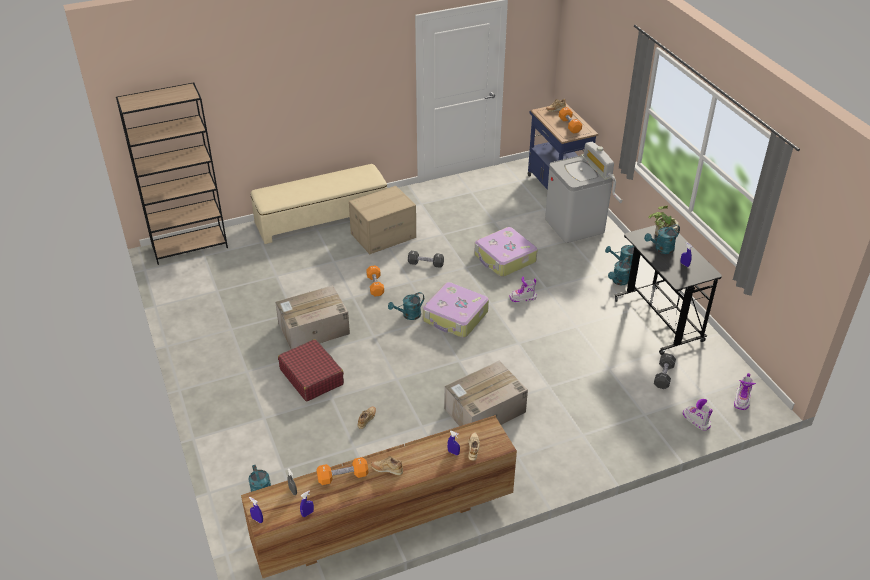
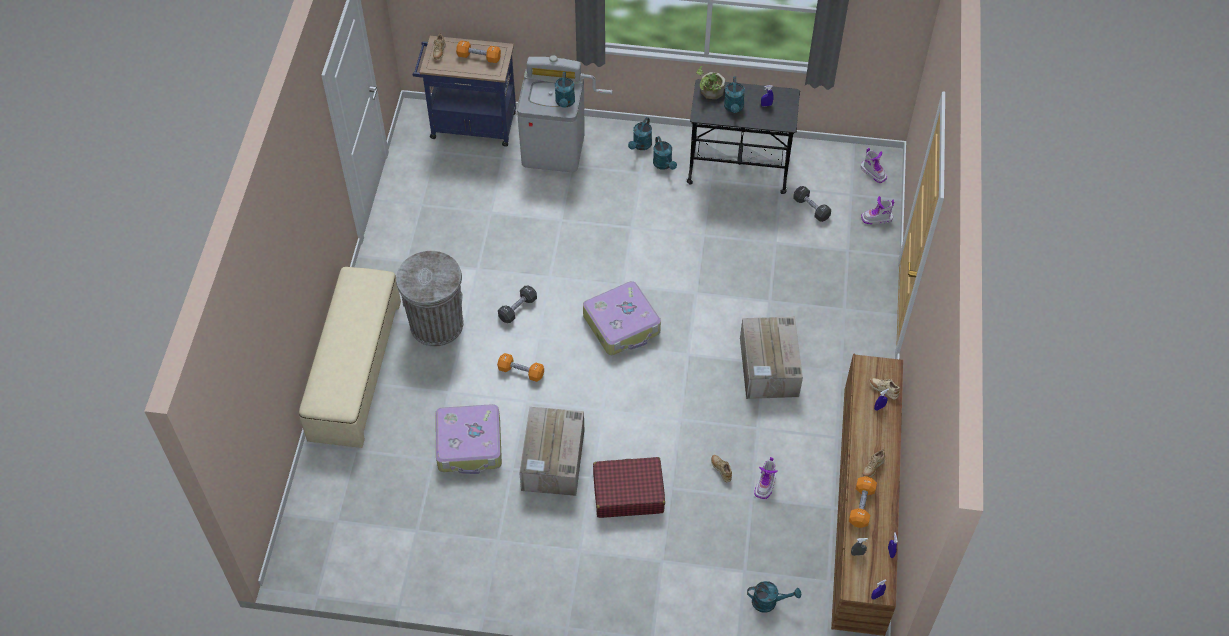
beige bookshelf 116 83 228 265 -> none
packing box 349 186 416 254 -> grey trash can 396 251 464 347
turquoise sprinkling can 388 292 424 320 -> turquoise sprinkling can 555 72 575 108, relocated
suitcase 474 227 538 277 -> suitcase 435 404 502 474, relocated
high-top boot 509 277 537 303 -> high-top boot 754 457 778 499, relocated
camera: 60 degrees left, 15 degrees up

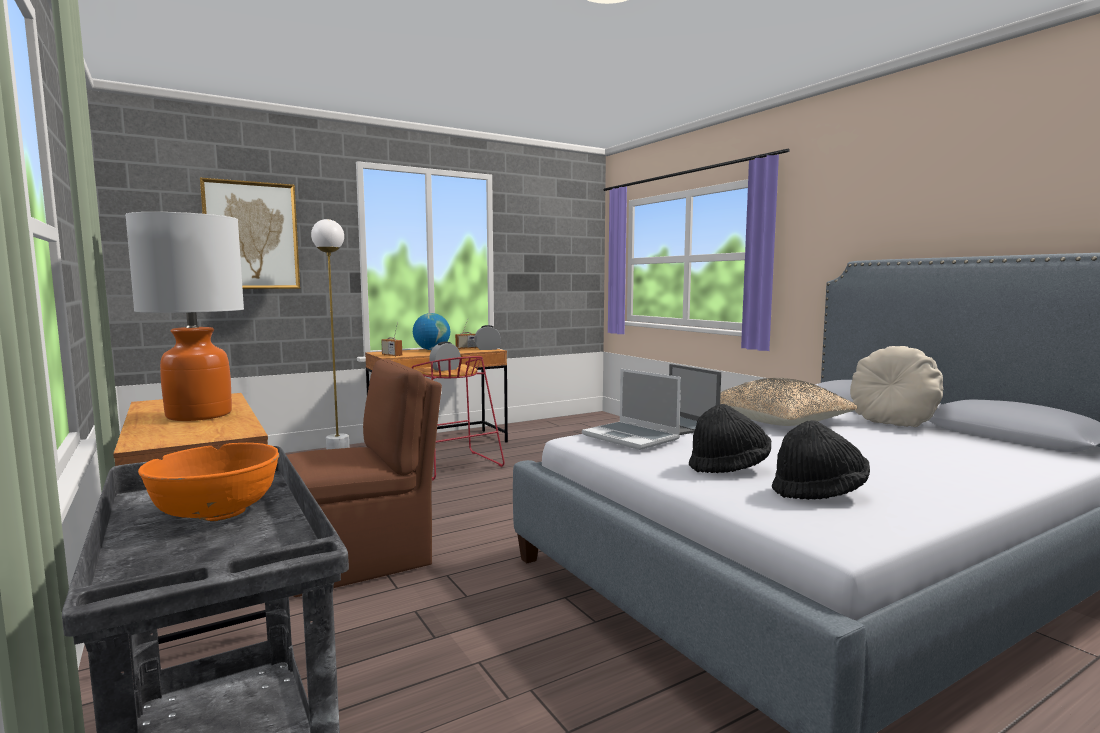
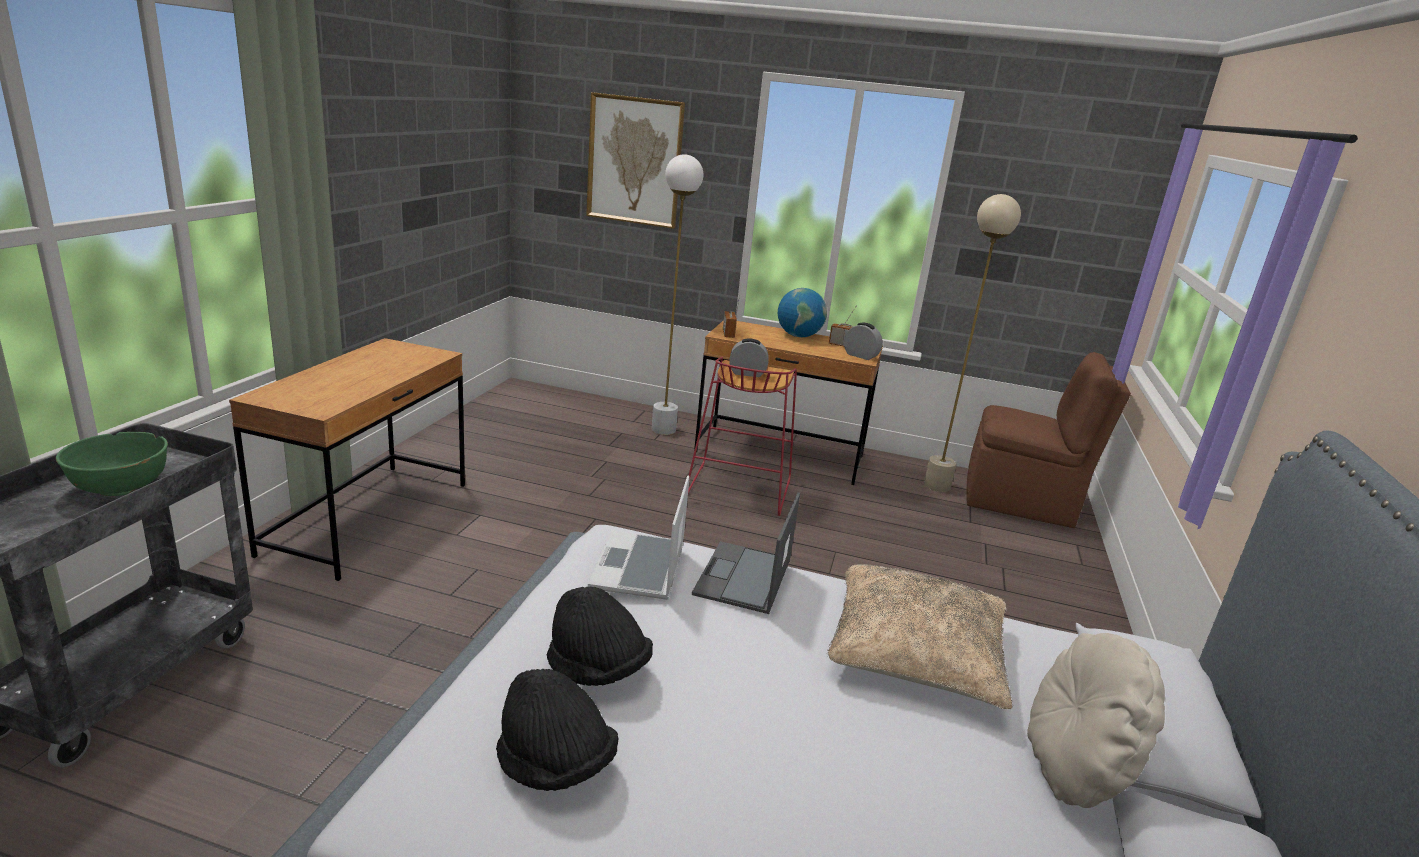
lamp for a table 125 212 244 421 -> none
orange serving bowl 138 443 279 522 -> green serving bowl 56 432 168 496
brown plain chair 286 359 442 597 -> brown plain chair 966 352 1131 528, relocated
none -> beige standard lamp 924 194 1021 492
camera: 45 degrees right, 15 degrees up

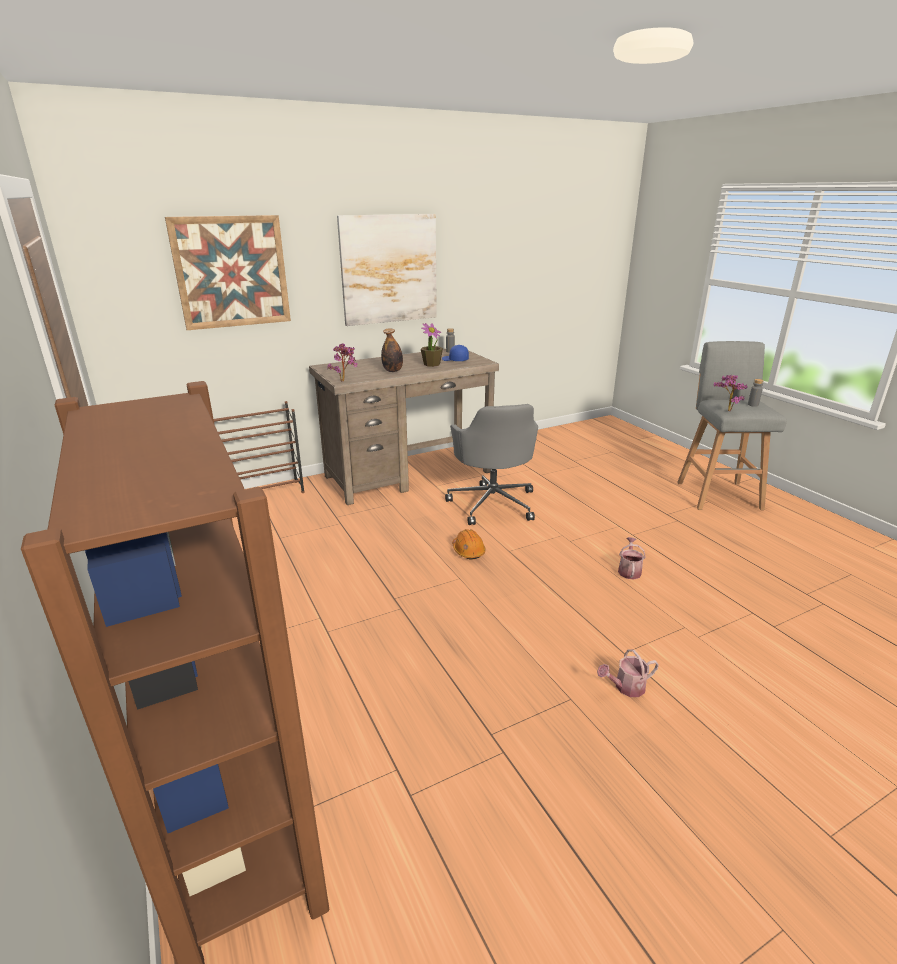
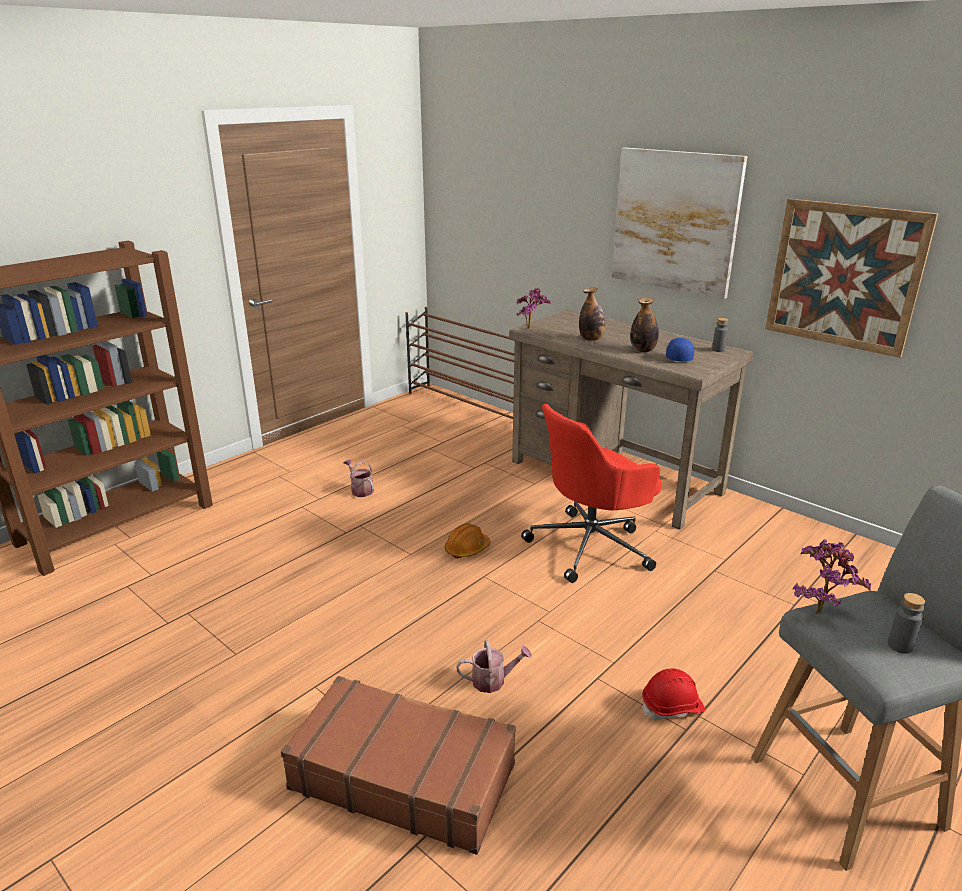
picture 165 215 291 330 -> picture 765 198 938 358, relocated
houseplant 421 323 443 367 -> bottle 630 297 659 352
grey desk chair 445 404 538 525 -> red desk chair 521 404 662 583
sprinkling can 597 649 659 697 -> sprinkling can 344 459 374 497, relocated
none -> brown suitcase 281 676 516 855
none -> red hard hat 642 668 705 720
camera: 70 degrees right, 0 degrees up

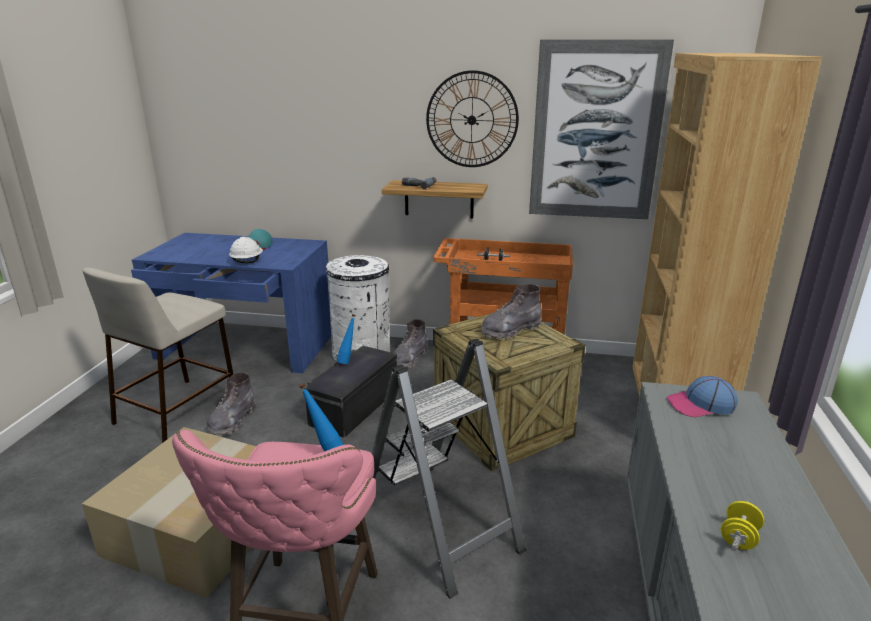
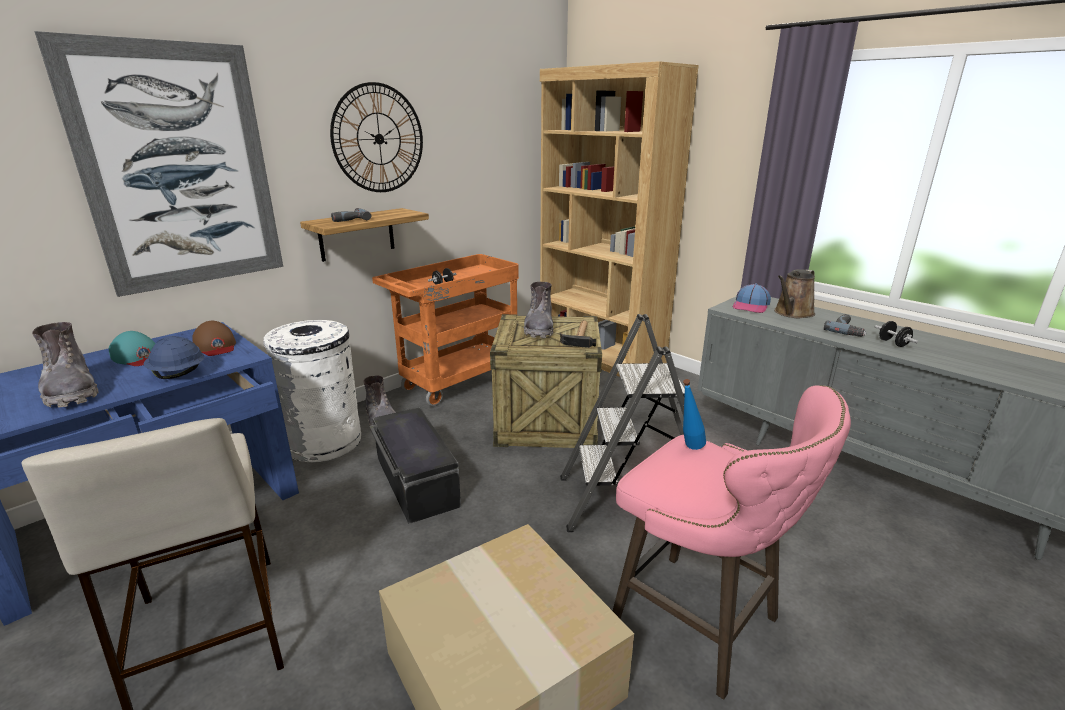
grey high-top boot 207 373 256 437 -> grey high-top boot 32 322 98 408, relocated
white hard hat 229 237 263 263 -> bluish hard hat 144 336 204 379
bluish bottle 337 314 355 364 -> none
picture 529 39 674 219 -> picture 35 31 283 297, relocated
yellow hand weight 721 501 764 550 -> black-coloured hand weight 875 321 918 347
none -> brown peaked cap 192 321 236 356
none -> hand hammer 560 320 596 348
none -> brown sprinkling can 774 269 815 318
none -> drill 824 314 867 337
camera: 55 degrees left, 0 degrees up

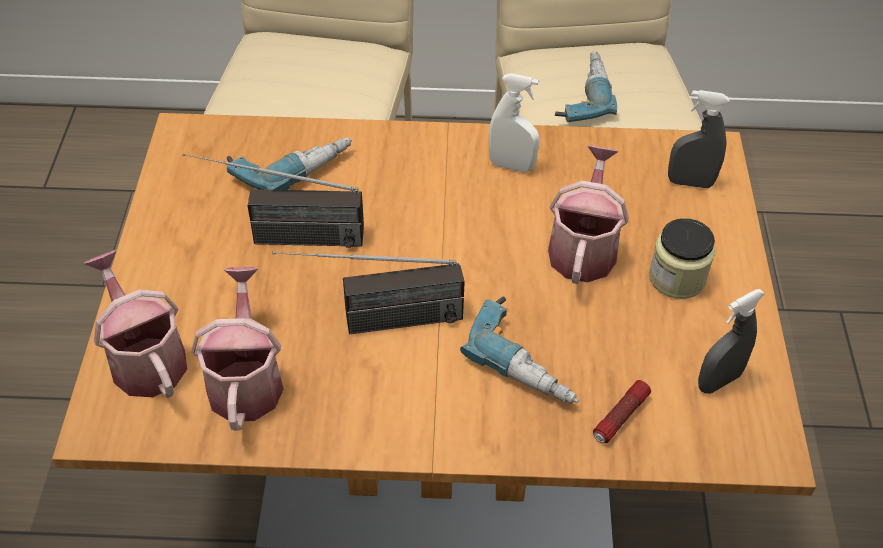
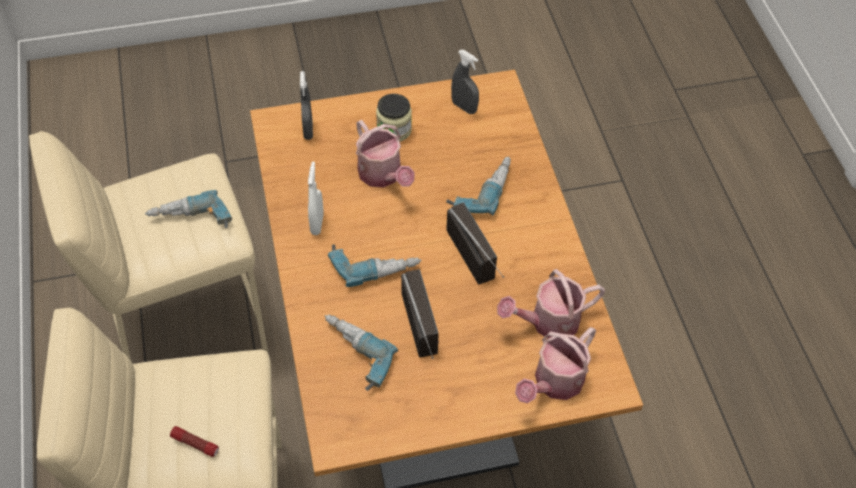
sprinkling can 548 145 629 284 -> sprinkling can 356 120 415 188, 120 degrees counterclockwise
flashlight 593 380 651 443 -> flashlight 170 426 219 457, relocated
none -> drill 328 245 422 287
camera: 105 degrees left, 5 degrees up

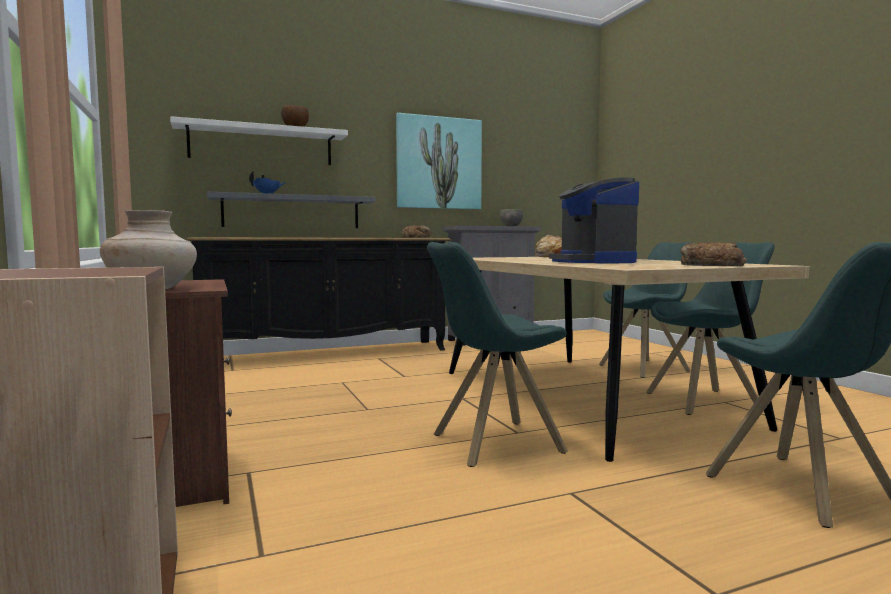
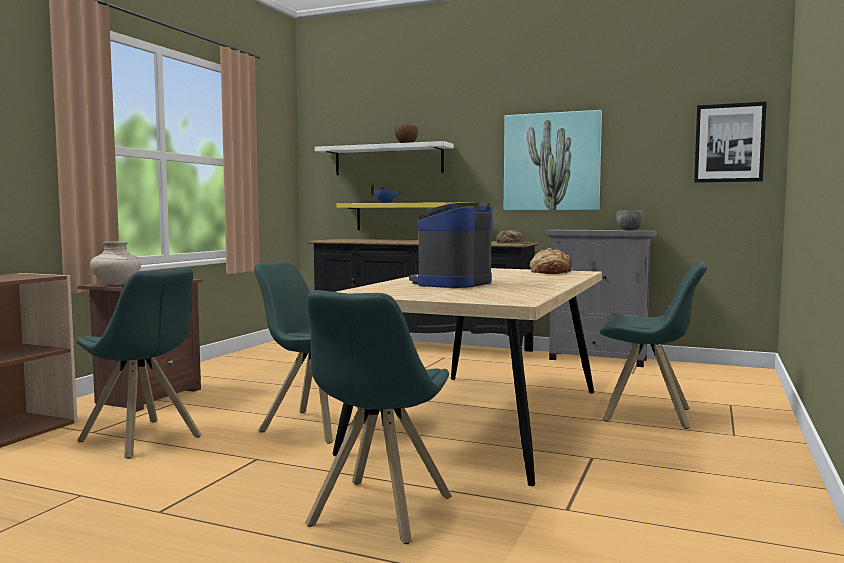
grey wall shelf 207 192 376 228 -> yellow wall shelf 336 202 472 230
turquoise plain chair 646 242 775 415 -> turquoise plain chair 76 268 202 459, relocated
bread 680 242 746 266 -> none
none -> picture 694 102 767 183
camera: 45 degrees right, 0 degrees up

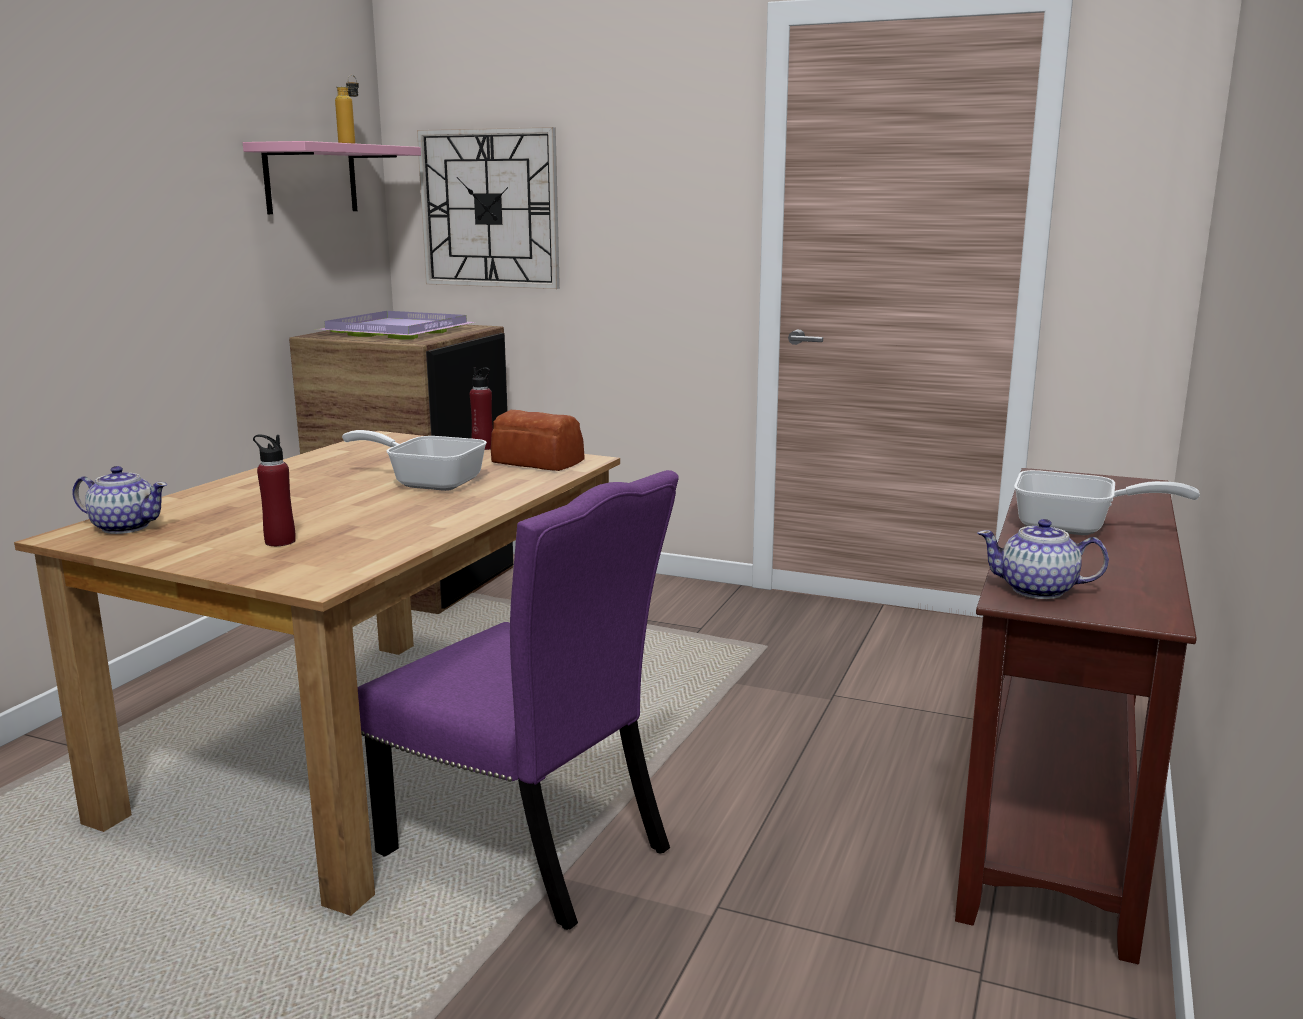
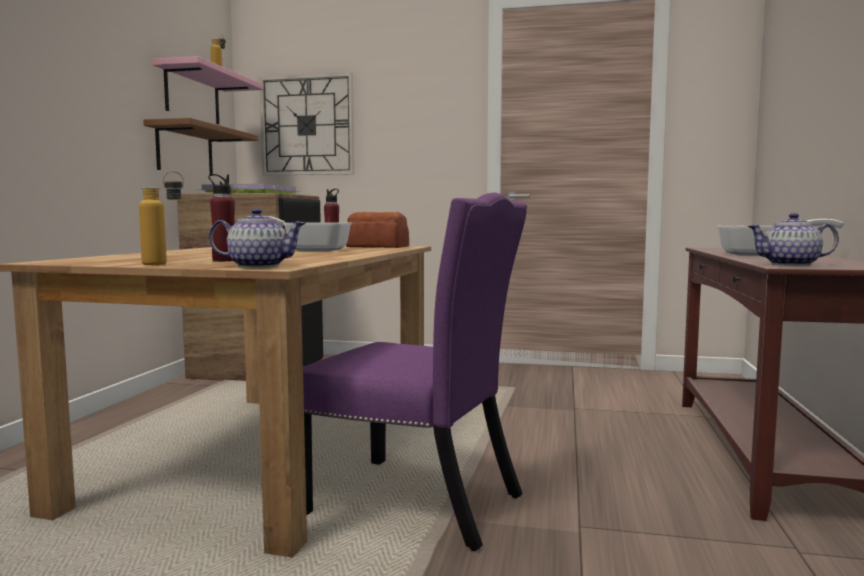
pot for tea 72 466 167 534 -> pot for tea 209 208 306 268, relocated
none -> bottle 139 171 184 265
none -> brown wall shelf 143 118 258 176
camera: 10 degrees left, 10 degrees down

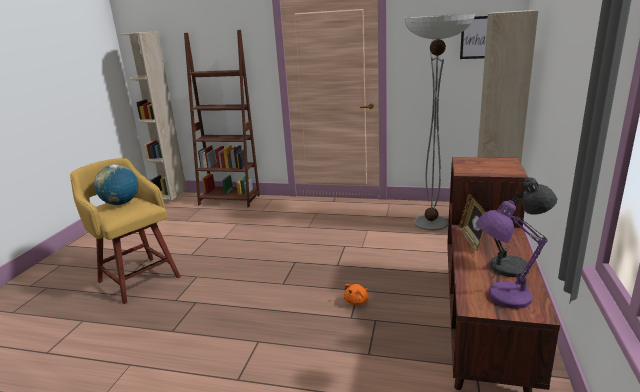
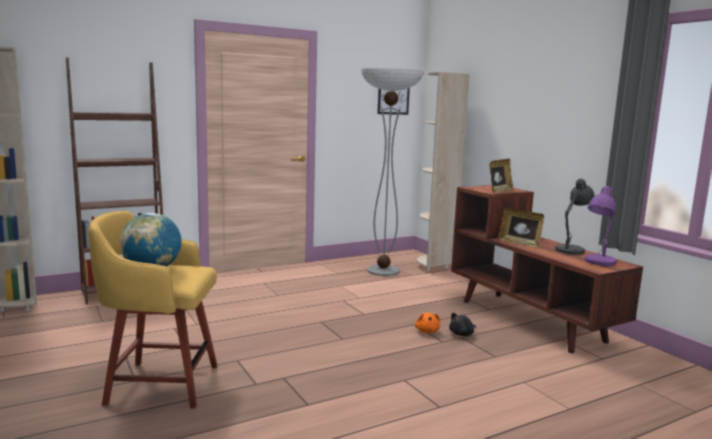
none -> black-coloured plush toy 449 313 476 336
none -> standing frame 489 159 514 193
camera: 45 degrees left, 10 degrees down

